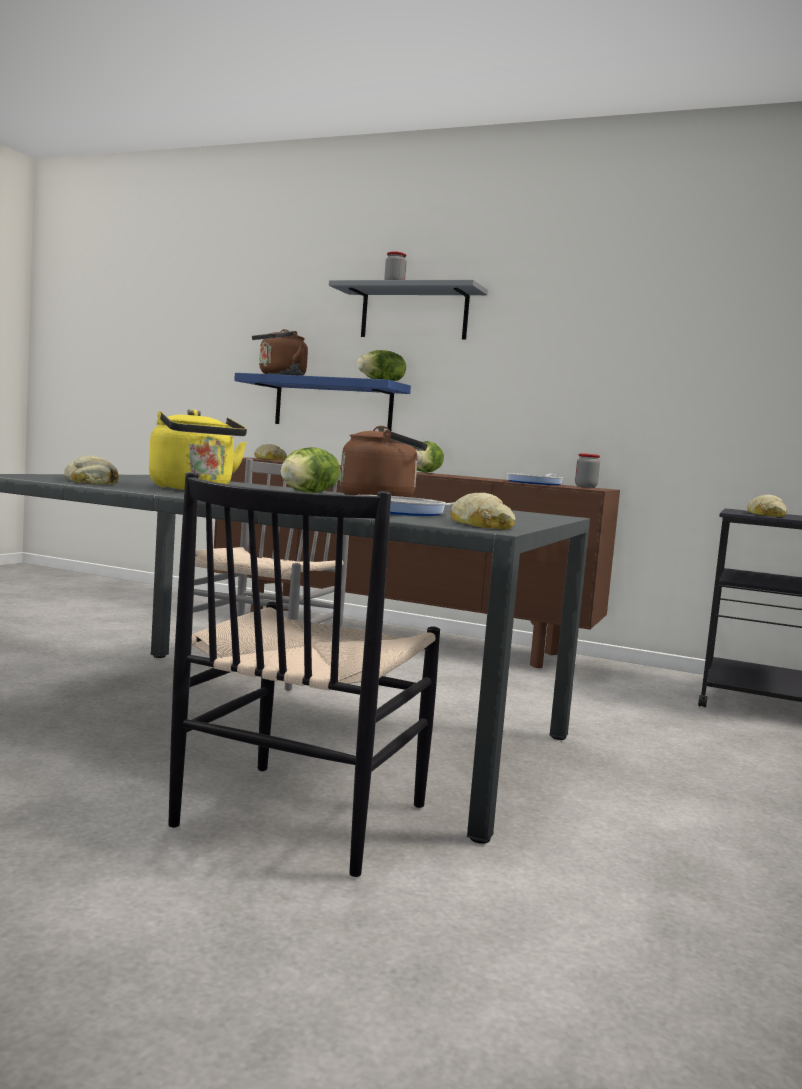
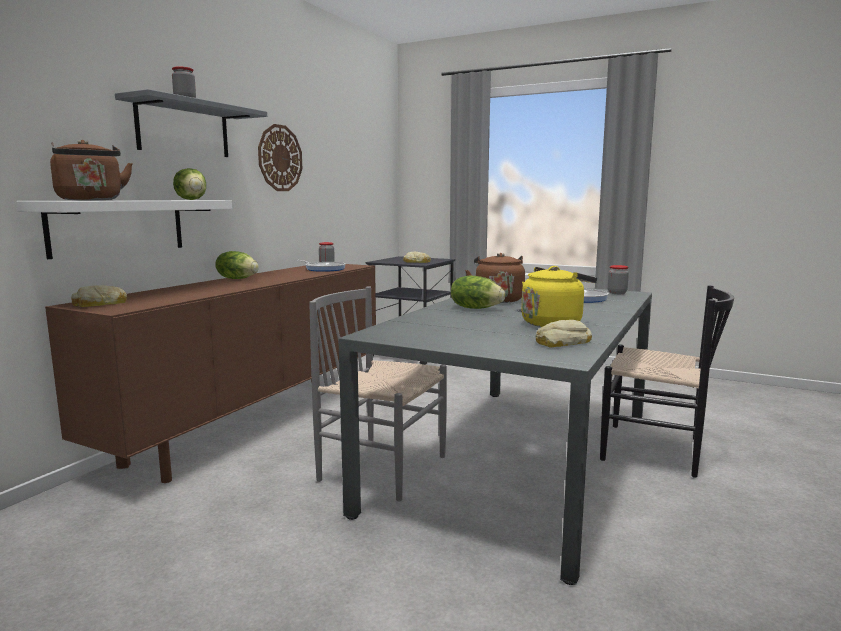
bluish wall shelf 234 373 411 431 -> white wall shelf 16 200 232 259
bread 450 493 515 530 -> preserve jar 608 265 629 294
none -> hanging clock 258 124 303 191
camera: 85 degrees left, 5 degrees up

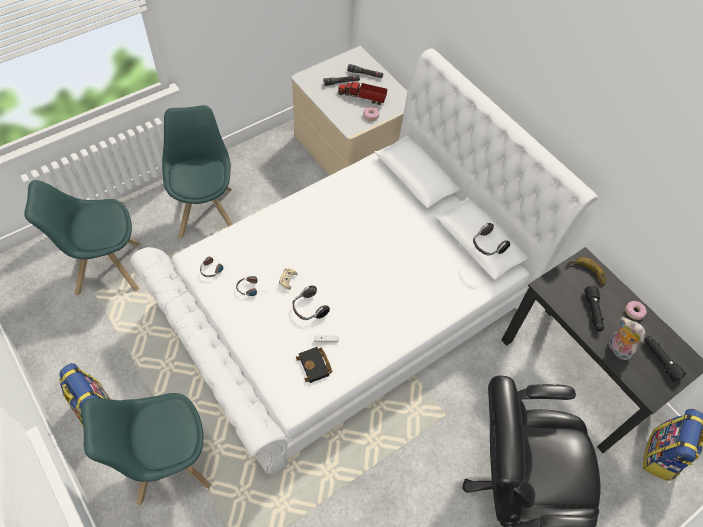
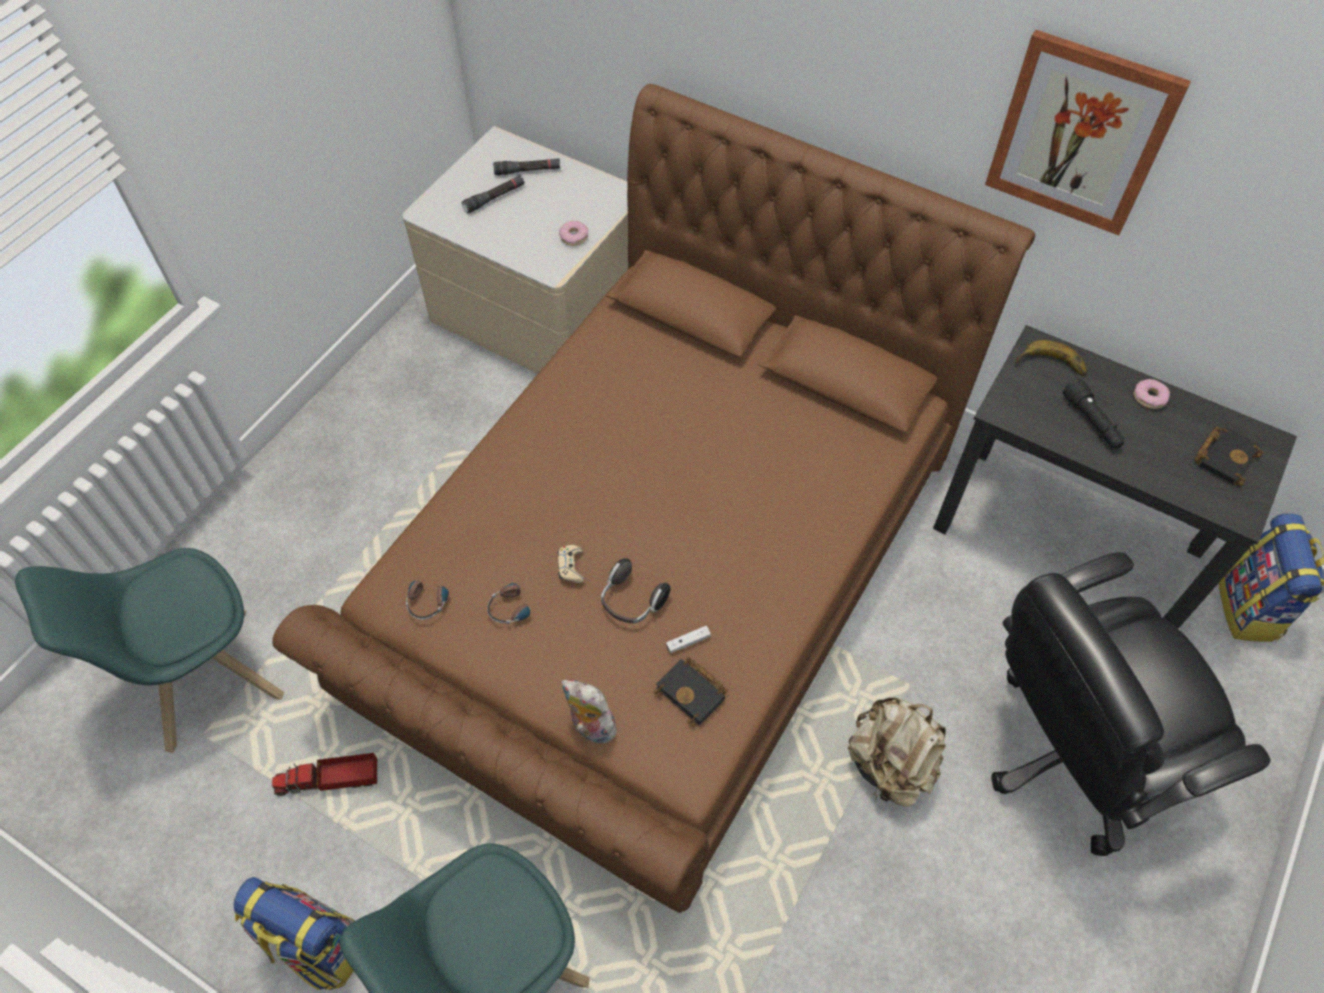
white bedroom bed 130 48 598 474 -> brown bedroom bed 272 84 1035 913
turquoise plain chair 162 105 233 238 -> none
model truck 338 79 387 105 -> model truck 272 753 377 796, relocated
headset 473 223 510 255 -> none
plush toy 609 317 645 360 -> plush toy 562 680 617 743, relocated
black-coloured flashlight 644 336 686 382 -> black-coloured volume 1194 427 1263 486
none -> beige backpack 848 698 946 807
none -> picture 985 30 1191 235
camera: 20 degrees left, 0 degrees up

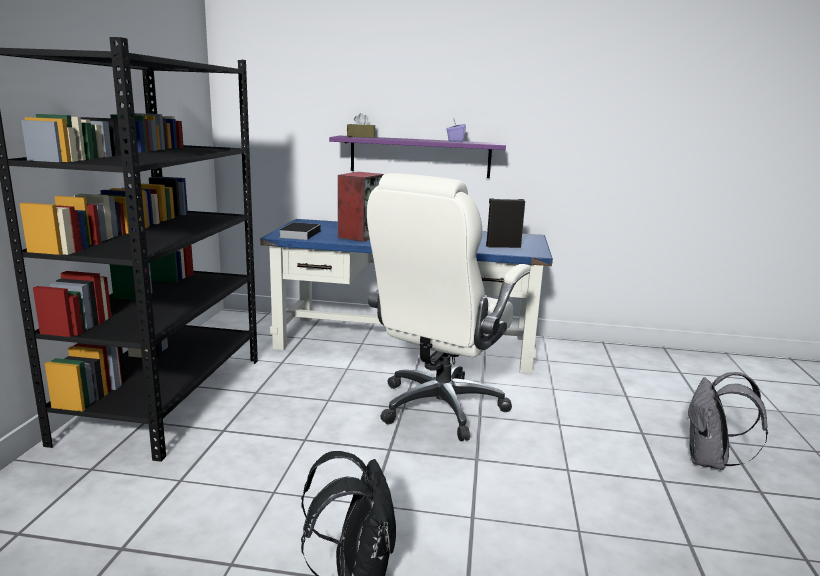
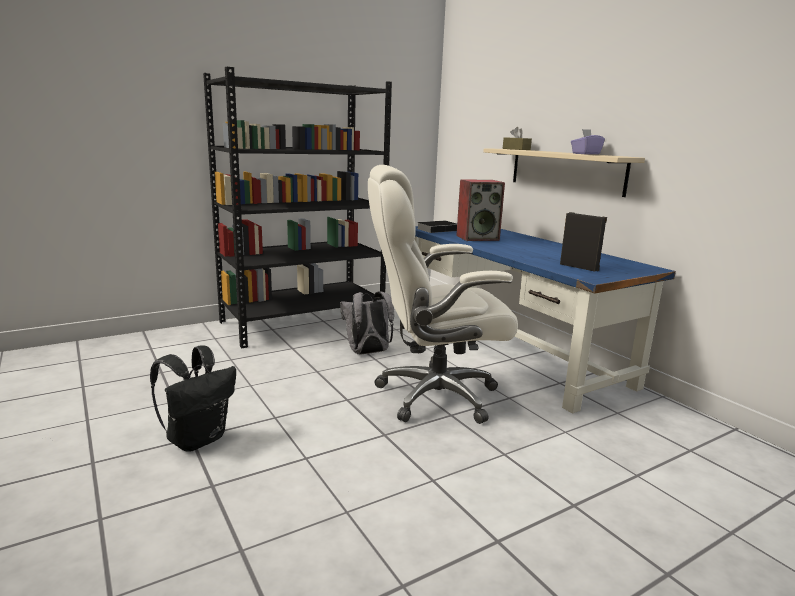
purple-coloured wall shelf 329 135 506 178 -> beige wall shelf 483 148 645 197
grey backpack 686 372 768 470 -> grey backpack 340 291 394 355, relocated
camera: 50 degrees right, 0 degrees up

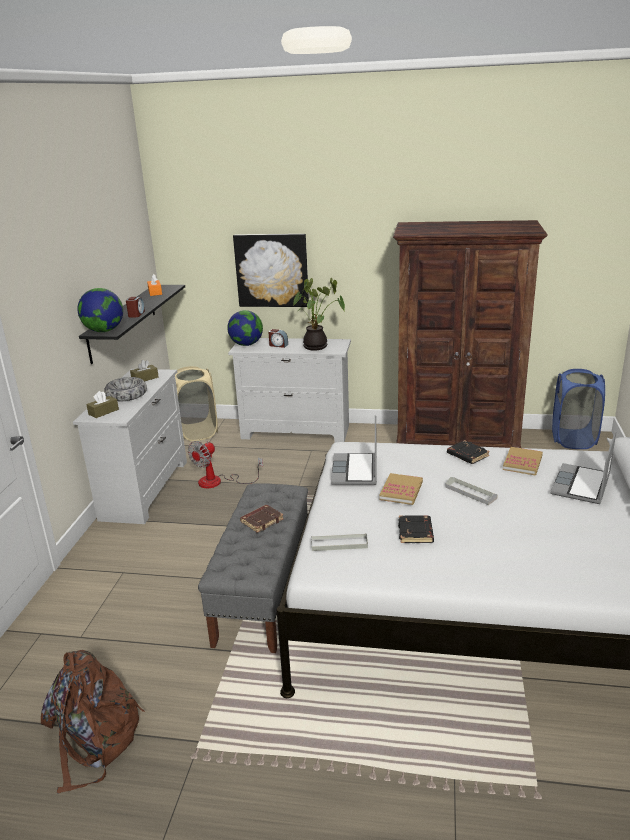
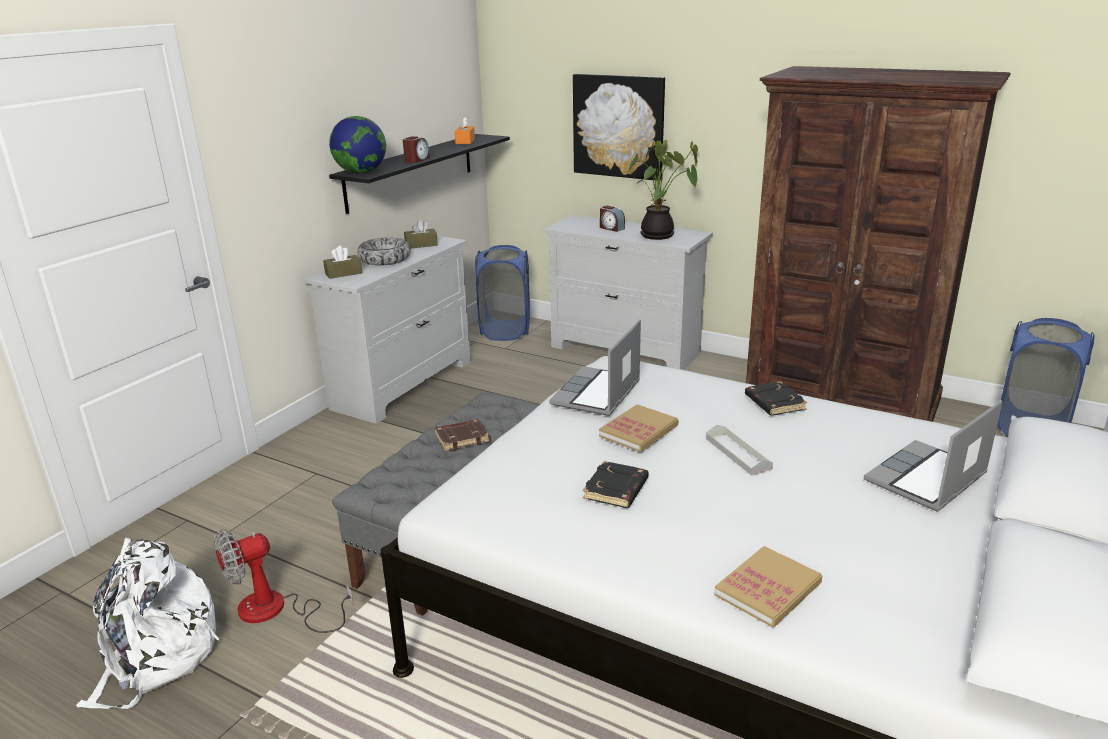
brown backpack 41 650 145 793 -> white backpack 75 537 219 709
beige washing basket 175 366 218 441 -> bluish washing basket 475 245 530 341
fan 188 441 263 488 -> fan 214 529 354 633, relocated
world globe 227 310 263 346 -> none
grey tray 311 534 368 551 -> none
volume 503 447 543 475 -> volume 715 546 823 628, relocated
camera: 20 degrees right, 0 degrees up

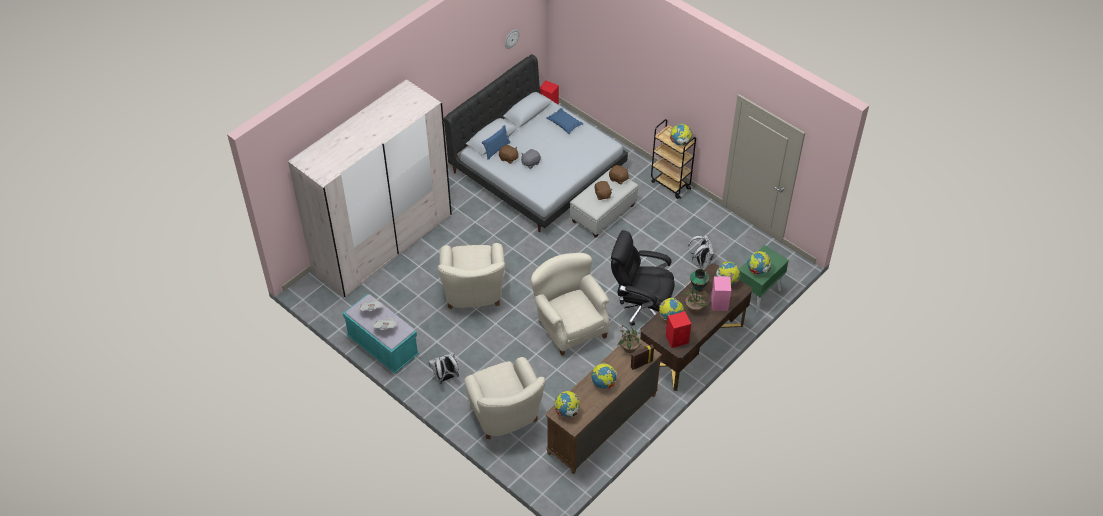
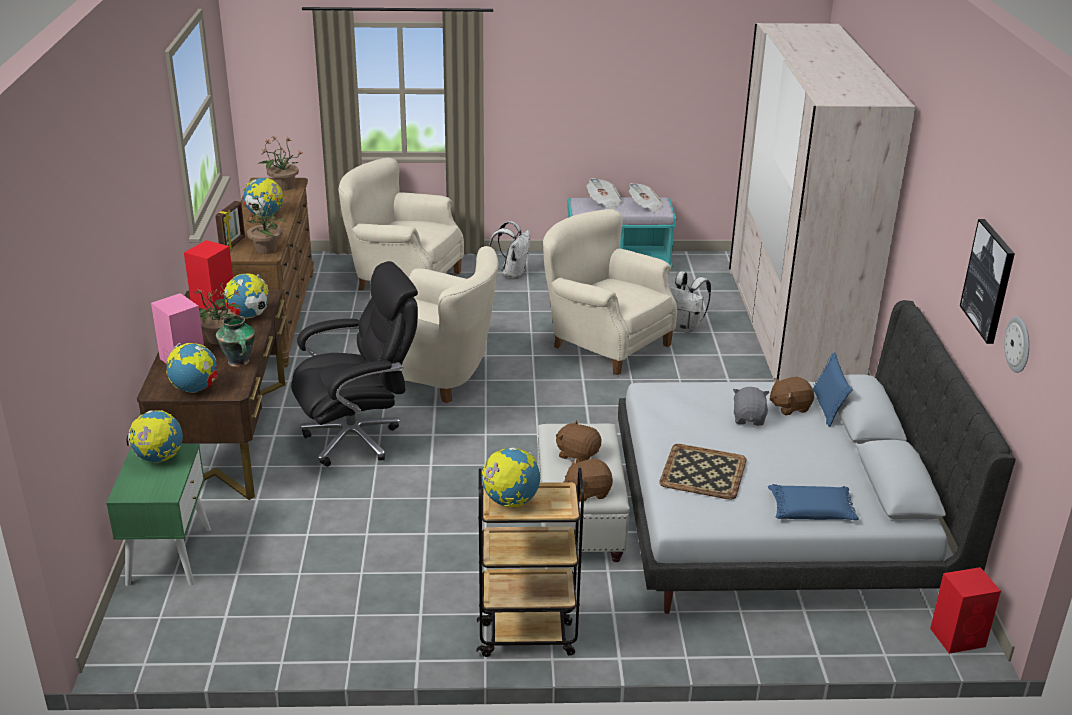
world globe 554 391 580 417 -> houseplant 258 136 302 190
white backpack 688 235 714 268 -> white backpack 669 272 711 333, relocated
none -> tray 659 444 747 500
none -> picture 960 219 1015 344
camera: 135 degrees right, 20 degrees down

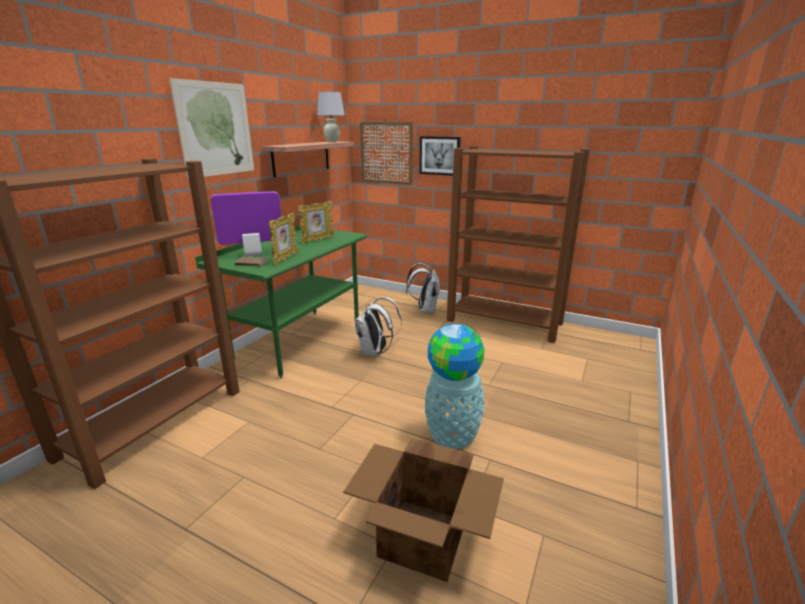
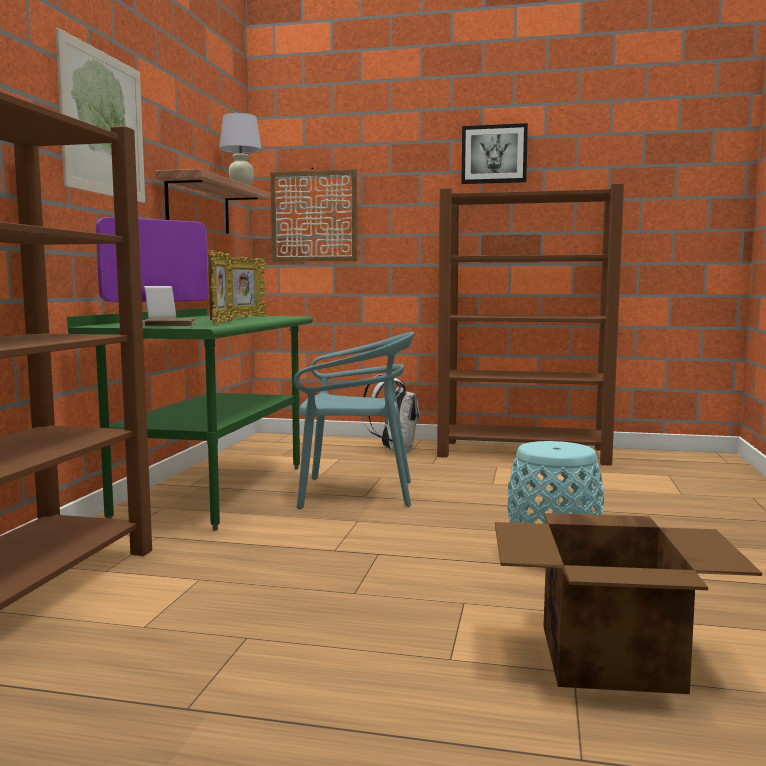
white backpack 355 297 402 357 -> turquoise plain chair 294 332 414 509
picture 419 136 461 176 -> picture 461 123 528 184, relocated
world globe 428 324 484 381 -> none
camera: 15 degrees left, 15 degrees down

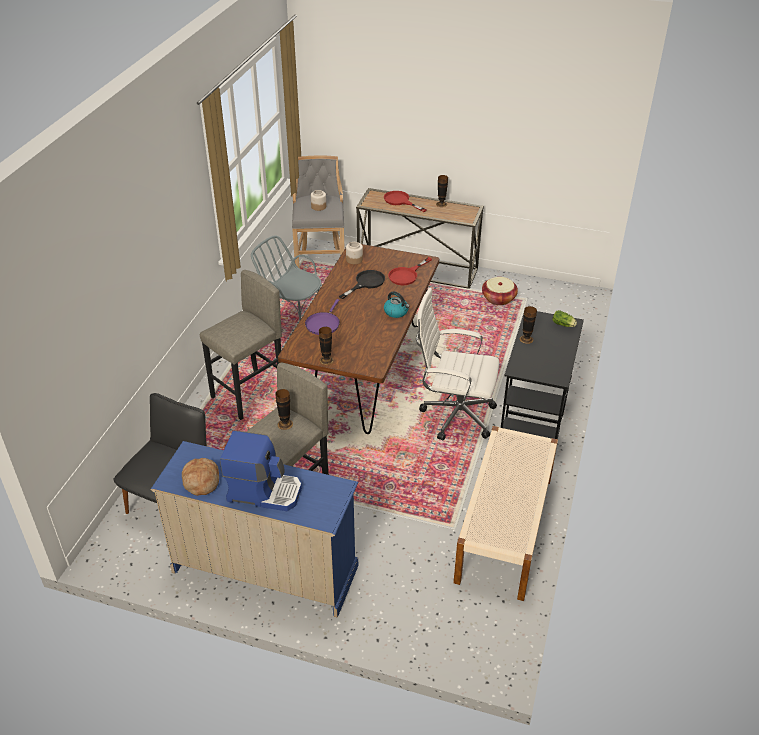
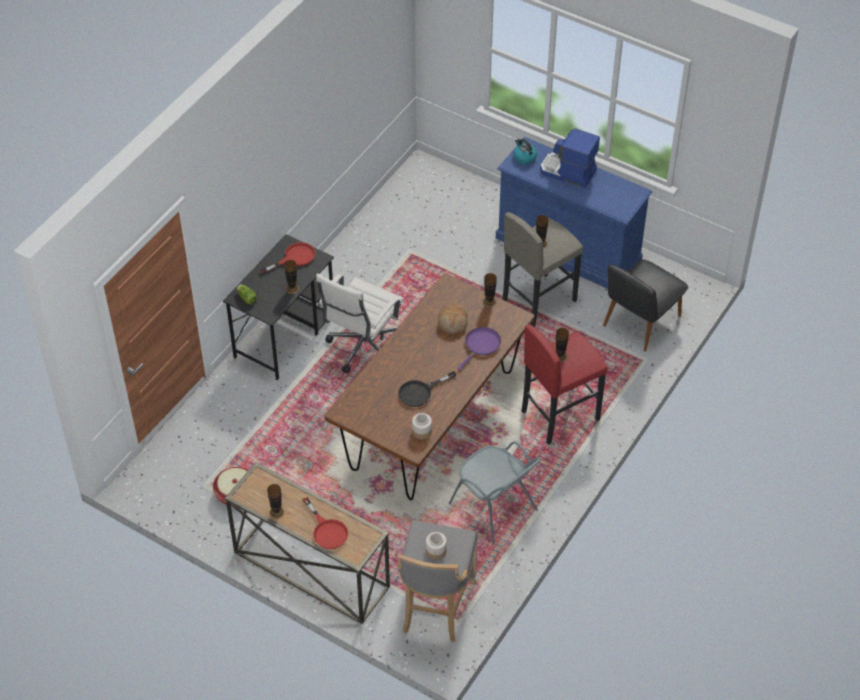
bread 182 458 219 496 -> bread 438 304 468 334, relocated
grey sitting stool 200 270 282 420 -> red sitting stool 521 324 608 445
kettle 384 291 410 318 -> kettle 513 139 537 164, relocated
red frying pan 388 257 432 285 -> red frying pan 259 242 315 274, relocated
white desk chair 416 288 499 441 -> white desk chair 316 273 404 373, 90 degrees clockwise
beige indoor bench 453 426 558 601 -> none
none -> decorative vase 556 328 569 362
camera: 165 degrees left, 10 degrees up

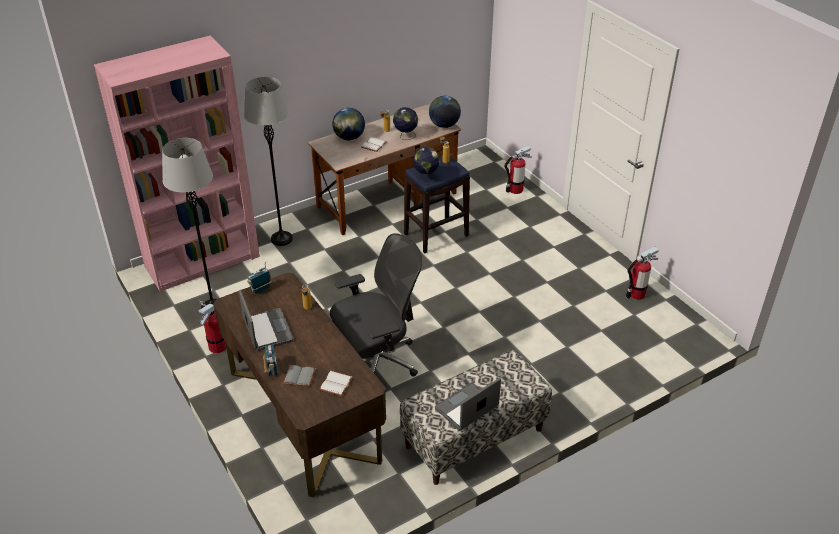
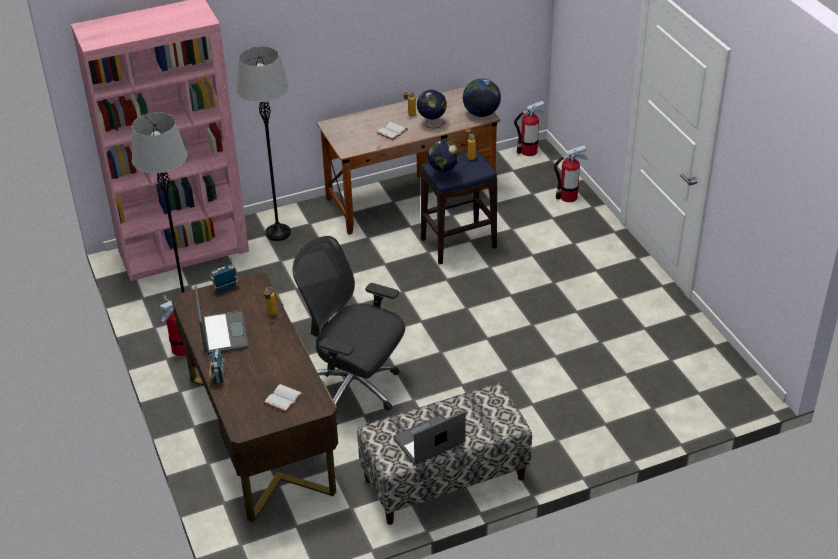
grey volume 282 365 316 387 -> none
desk chair 330 233 422 377 -> desk chair 292 236 405 411, 135 degrees counterclockwise
world globe 332 108 365 140 -> none
fire-fighting cylinder 626 247 658 300 -> fire-fighting cylinder 514 101 546 156, relocated
camera: 10 degrees right, 0 degrees up

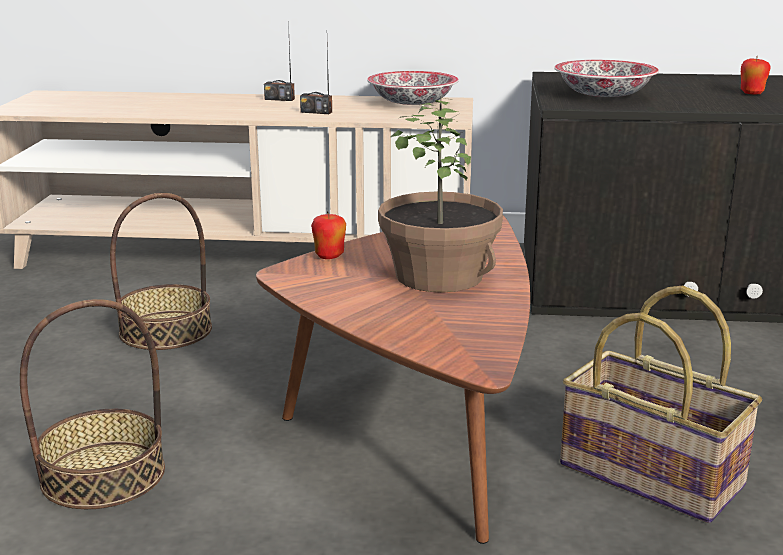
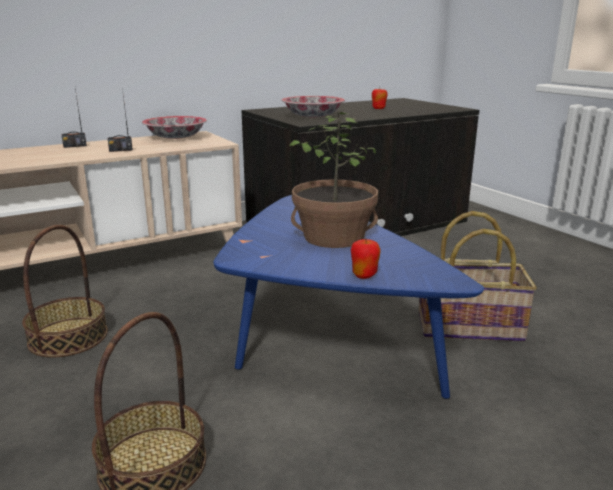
brown lounge table 256 215 530 544 -> bluish lounge table 214 195 484 399
apple 311 212 346 259 -> apple 351 238 381 279, relocated
camera: 35 degrees left, 0 degrees up

